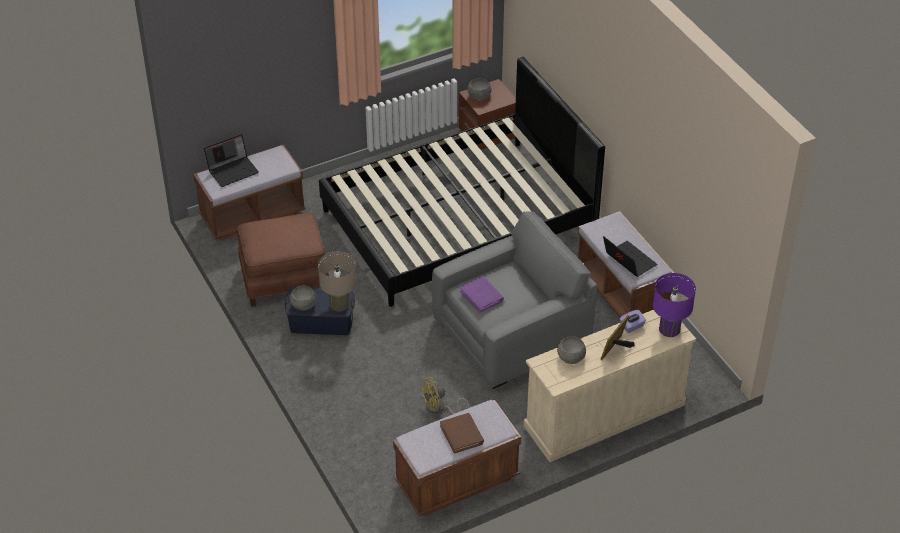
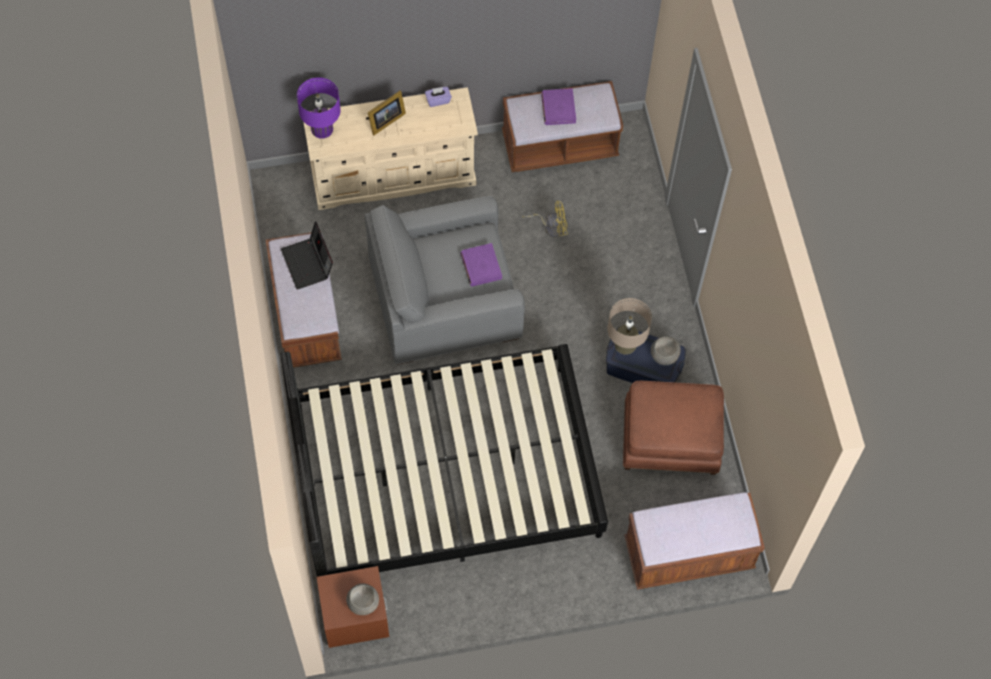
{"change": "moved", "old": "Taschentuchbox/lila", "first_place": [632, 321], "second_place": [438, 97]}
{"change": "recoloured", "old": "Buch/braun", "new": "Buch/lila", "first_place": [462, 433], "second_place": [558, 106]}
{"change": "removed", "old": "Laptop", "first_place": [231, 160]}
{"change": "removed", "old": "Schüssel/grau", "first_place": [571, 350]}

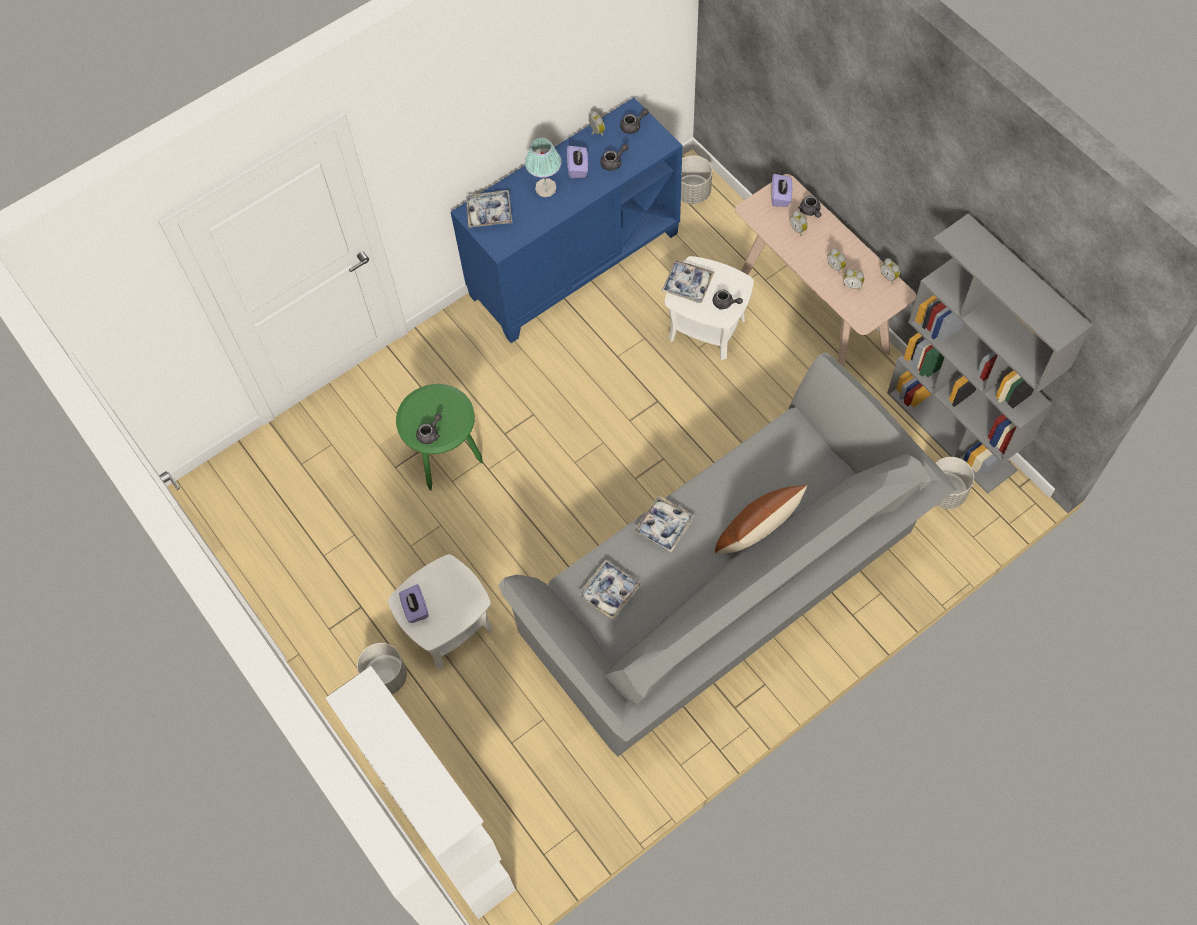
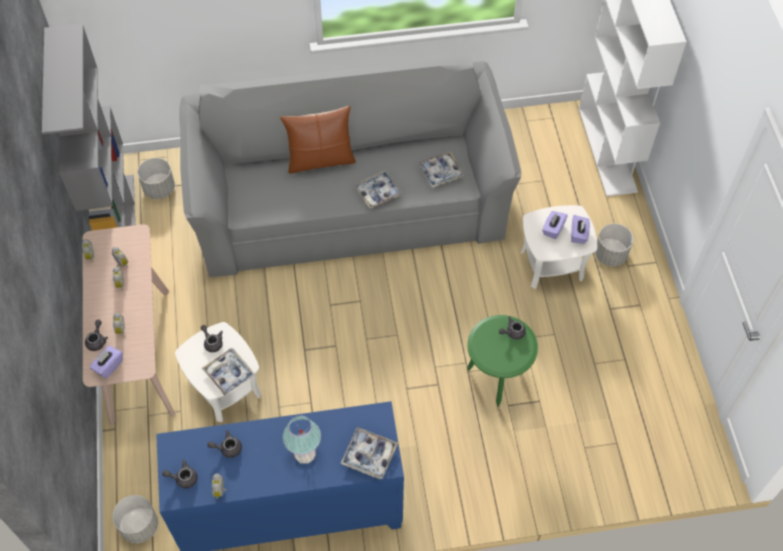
{"change": "moved", "old": "Taschentuchbox/lila", "first_place": [577, 162], "second_place": [555, 225]}

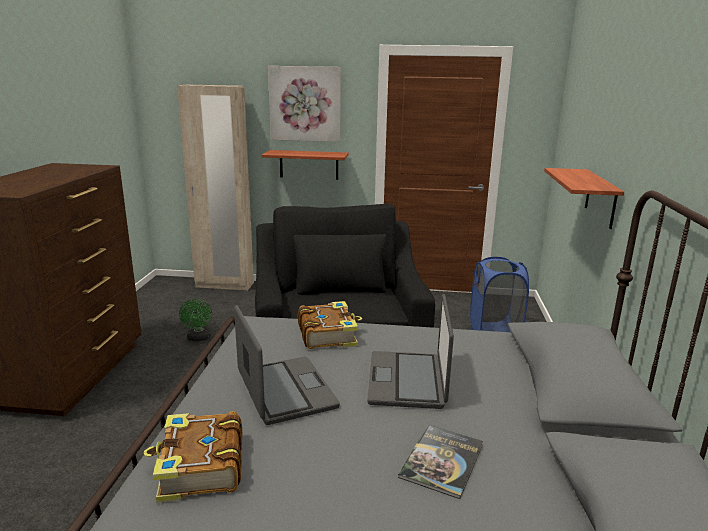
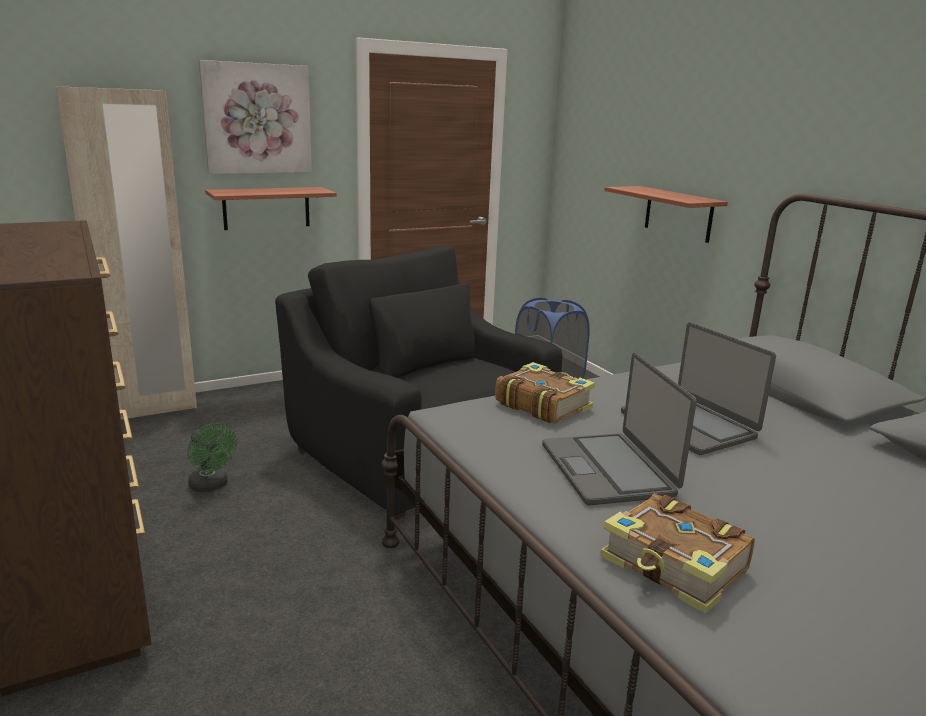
{"change": "turned", "old": "Laptop", "first_place": [287, 365], "second_place": [619, 429], "degrees": -135}
{"change": "removed", "old": "Buch", "first_place": [440, 462]}

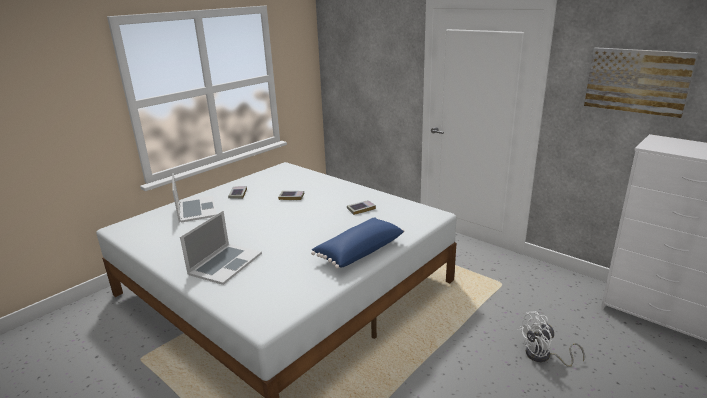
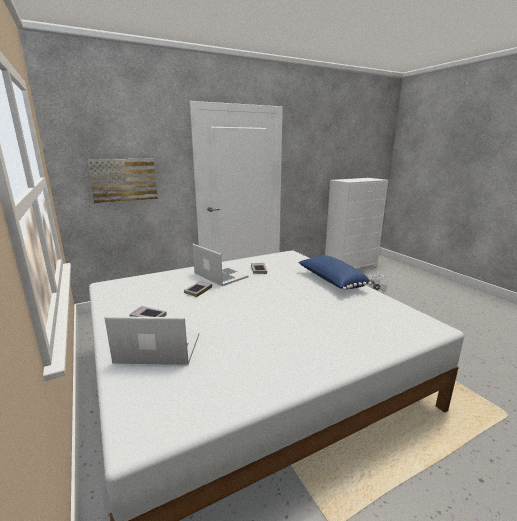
{"change": "moved", "old": "Bild", "first_place": [641, 82], "second_place": [122, 180]}
{"change": "moved", "old": "Laptop", "first_place": [221, 248], "second_place": [220, 265]}

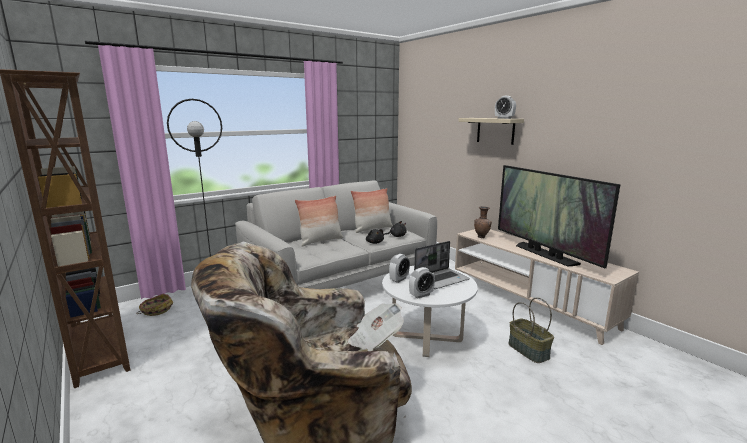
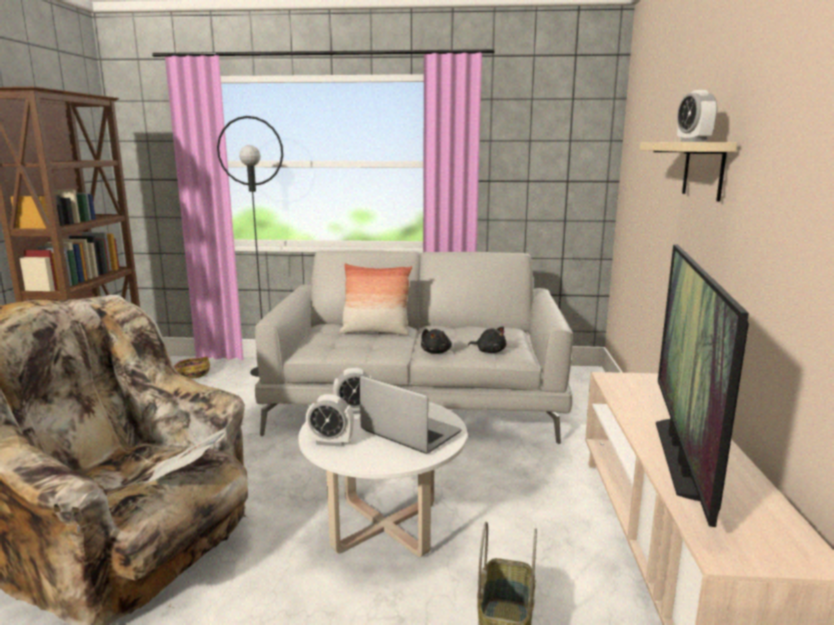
{"change": "turned", "old": "Laptop", "first_place": [442, 265], "second_place": [410, 414], "degrees": -150}
{"change": "removed", "old": "Kissen", "first_place": [371, 210]}
{"change": "removed", "old": "Vase/braun", "first_place": [483, 222]}

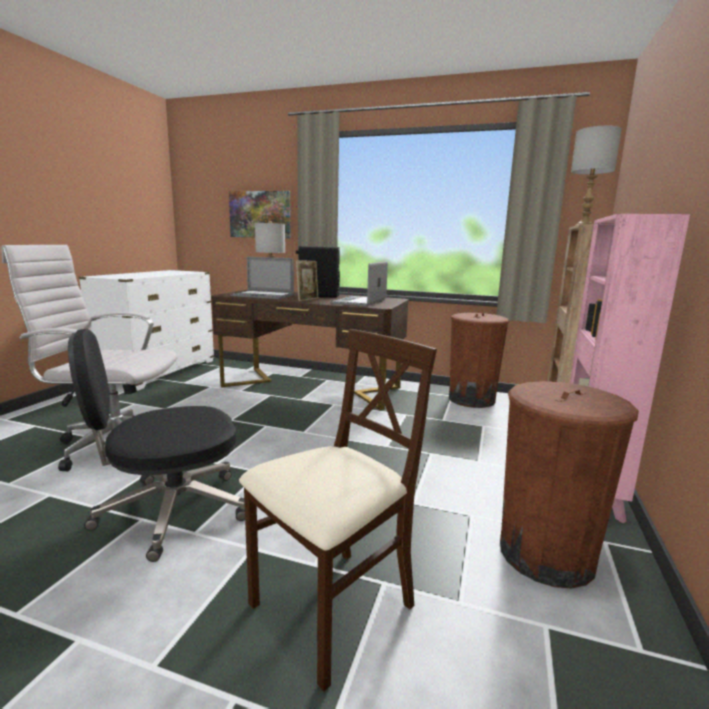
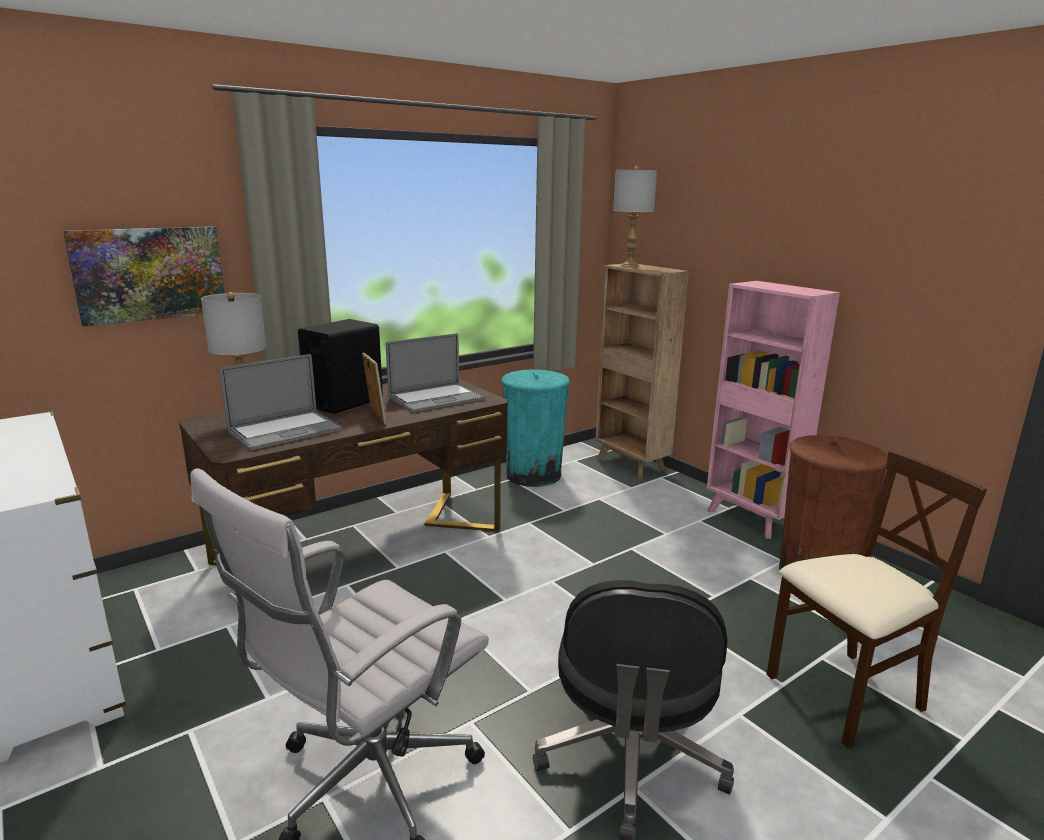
{"change": "turned", "old": "Laptop", "first_place": [359, 284], "second_place": [435, 373], "degrees": -90}
{"change": "recoloured", "old": "Mülleimer/braun", "new": "Mülleimer/türkis", "first_place": [479, 360], "second_place": [535, 428]}
{"change": "turned", "old": "Stuhl/beige", "first_place": [338, 510], "second_place": [876, 600], "degrees": 75}

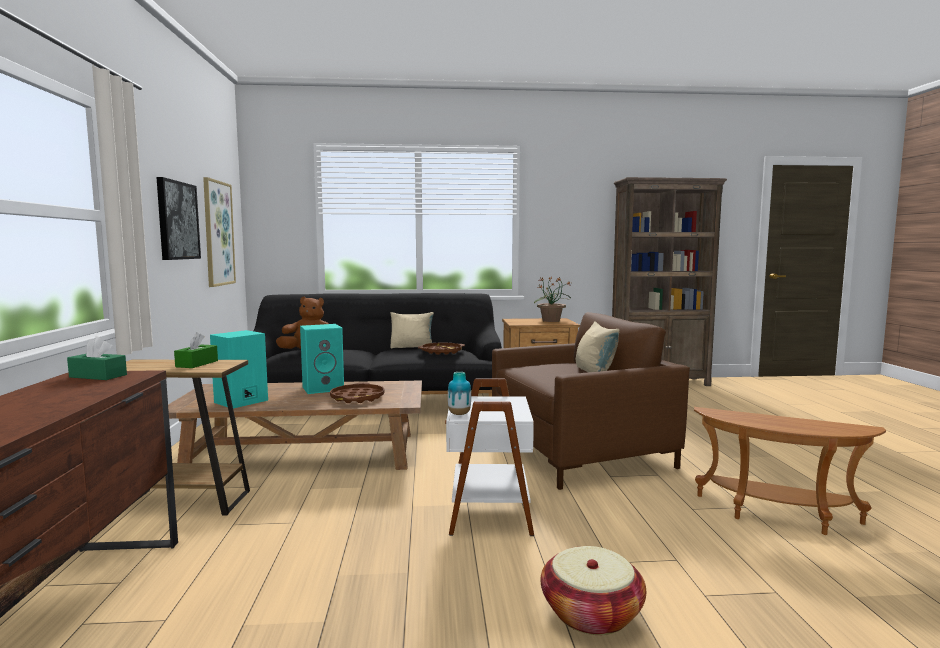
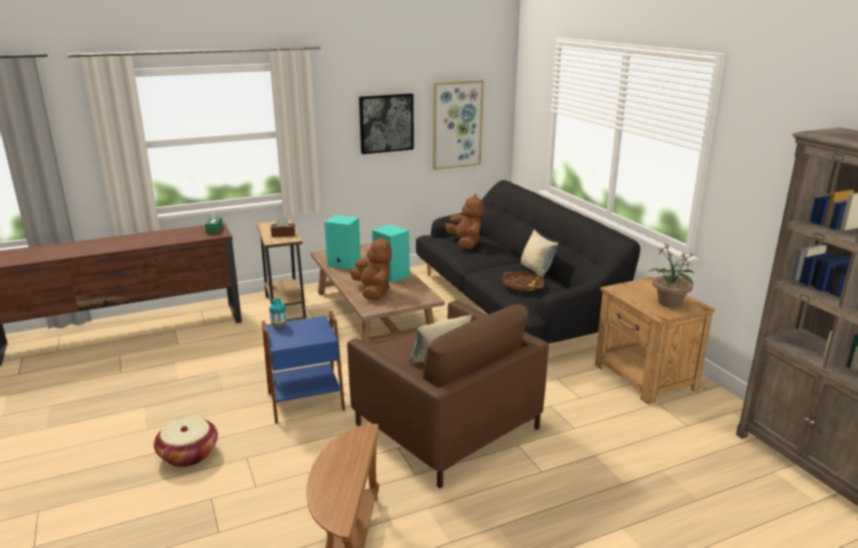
{"change": "recoloured", "old": "Beistelltisch/weiß", "new": "Beistelltisch/blau", "first_place": [489, 457], "second_place": [303, 367]}
{"change": "recoloured", "old": "Taschentuchbox/grün", "new": "Taschentuchbox/braun", "first_place": [196, 350], "second_place": [283, 227]}
{"change": "replaced", "old": "Tablett/braun", "new": "Plüschtier/braun", "first_place": [357, 393], "second_place": [371, 268]}

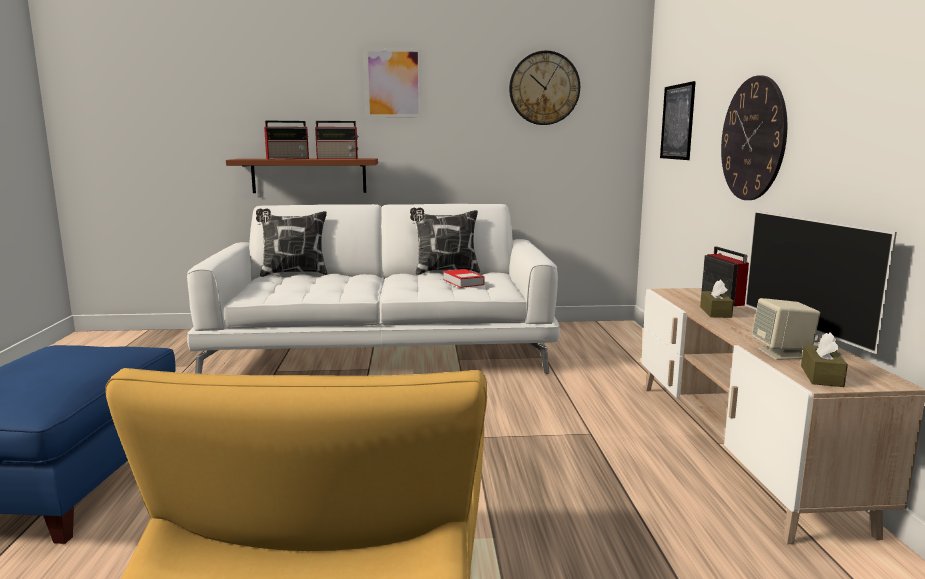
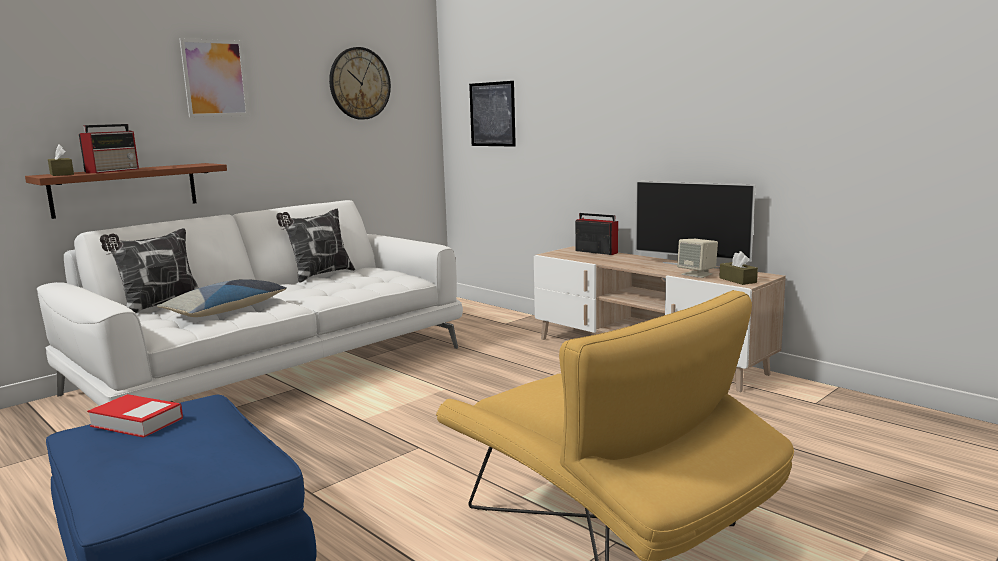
{"change": "moved", "old": "Taschentuchbox/braun", "first_place": [717, 299], "second_place": [61, 160]}
{"change": "moved", "old": "Buch", "first_place": [463, 278], "second_place": [135, 416]}
{"change": "added", "new": "Kissen", "second_place": [222, 298]}
{"change": "removed", "old": "Radio", "first_place": [337, 140]}
{"change": "removed", "old": "Wanduhr", "first_place": [754, 138]}

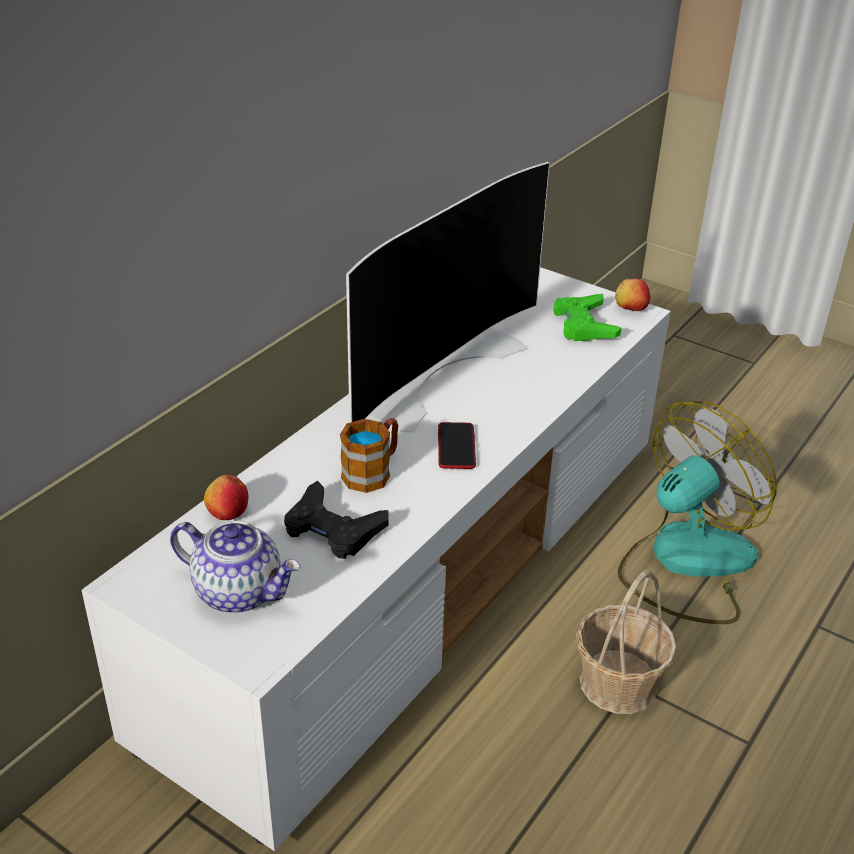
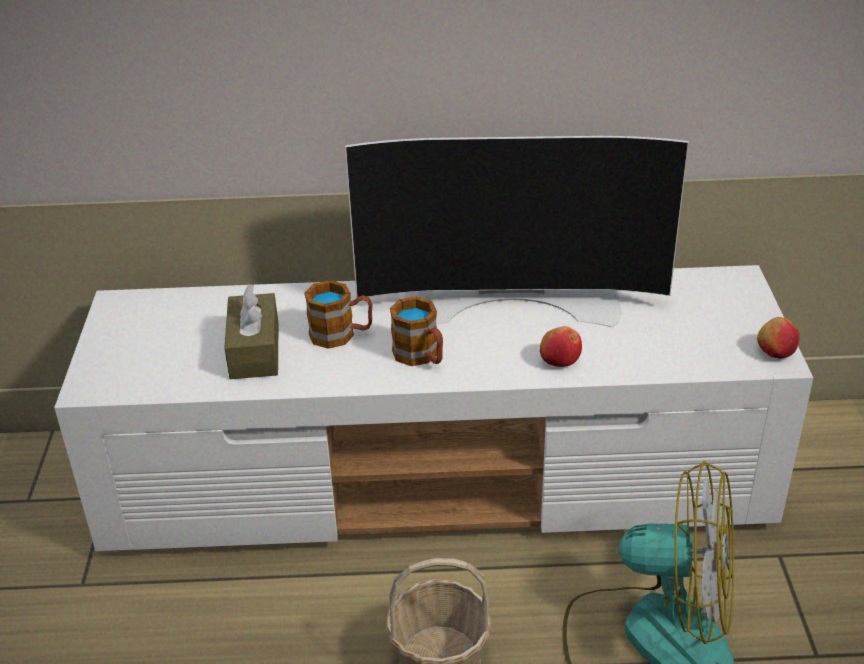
{"change": "replaced", "old": "Gamepad/schwarz", "new": "Taschentuchbox/braun", "first_place": [336, 520], "second_place": [251, 331]}
{"change": "replaced", "old": "Handy", "new": "Henkelbecher", "first_place": [457, 445], "second_place": [416, 331]}
{"change": "moved", "old": "Apfel", "first_place": [226, 497], "second_place": [561, 346]}
{"change": "removed", "old": "Teekanne", "first_place": [235, 567]}
{"change": "removed", "old": "Gamepad/grün", "first_place": [587, 317]}

